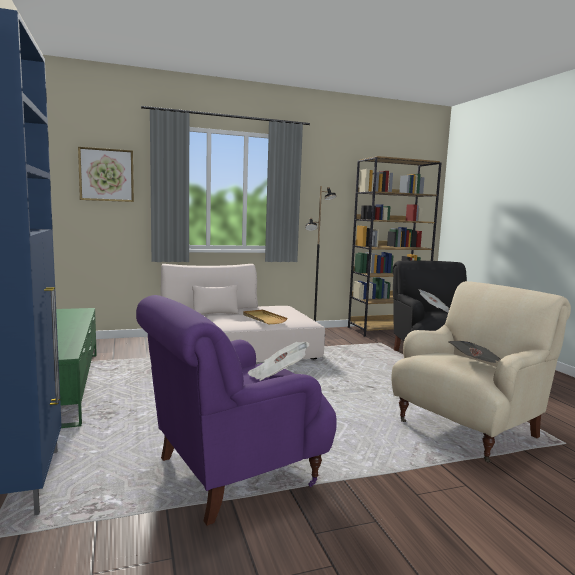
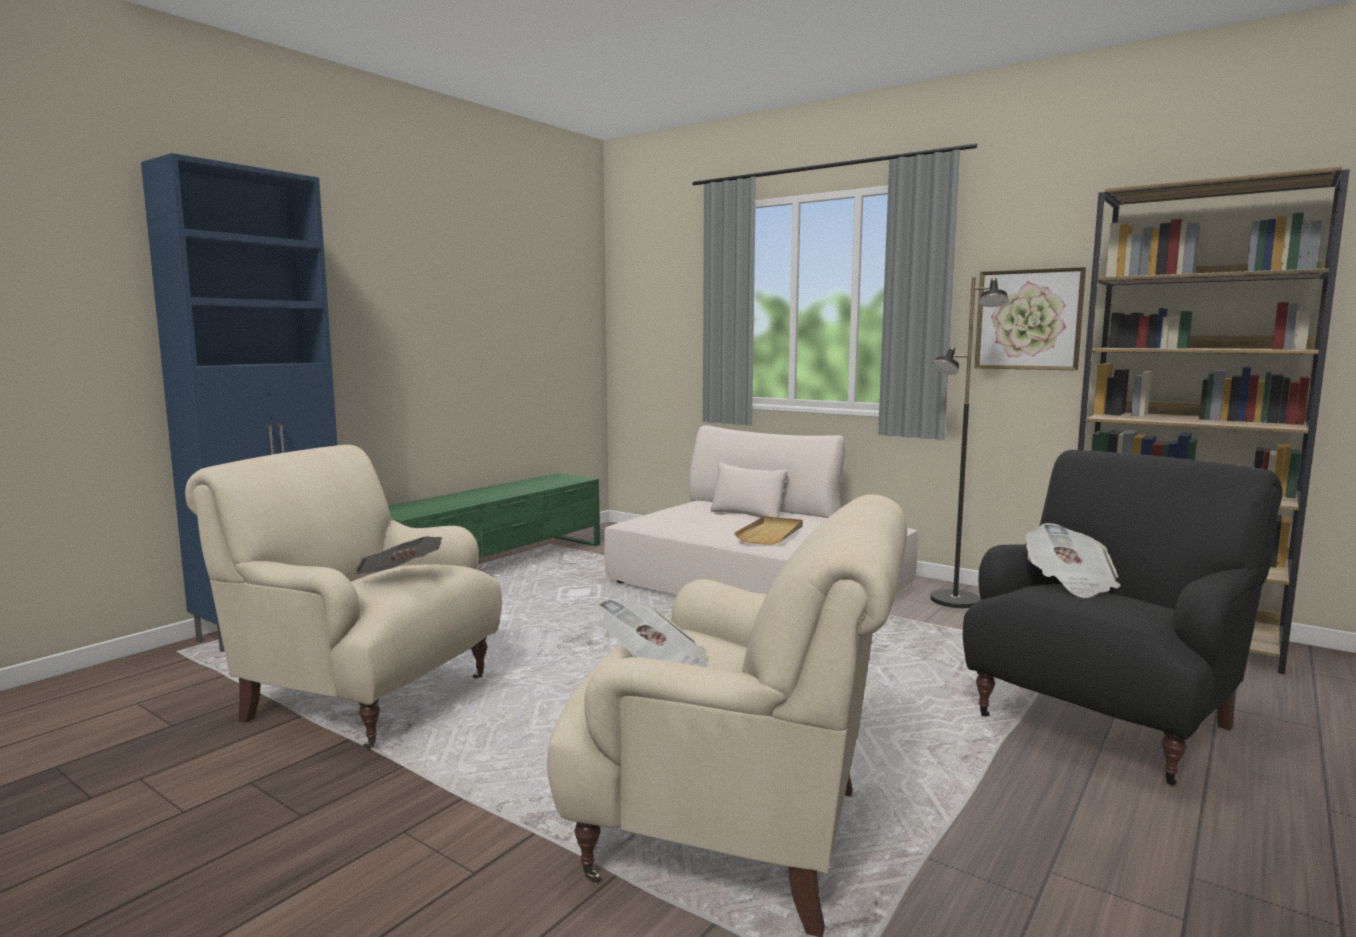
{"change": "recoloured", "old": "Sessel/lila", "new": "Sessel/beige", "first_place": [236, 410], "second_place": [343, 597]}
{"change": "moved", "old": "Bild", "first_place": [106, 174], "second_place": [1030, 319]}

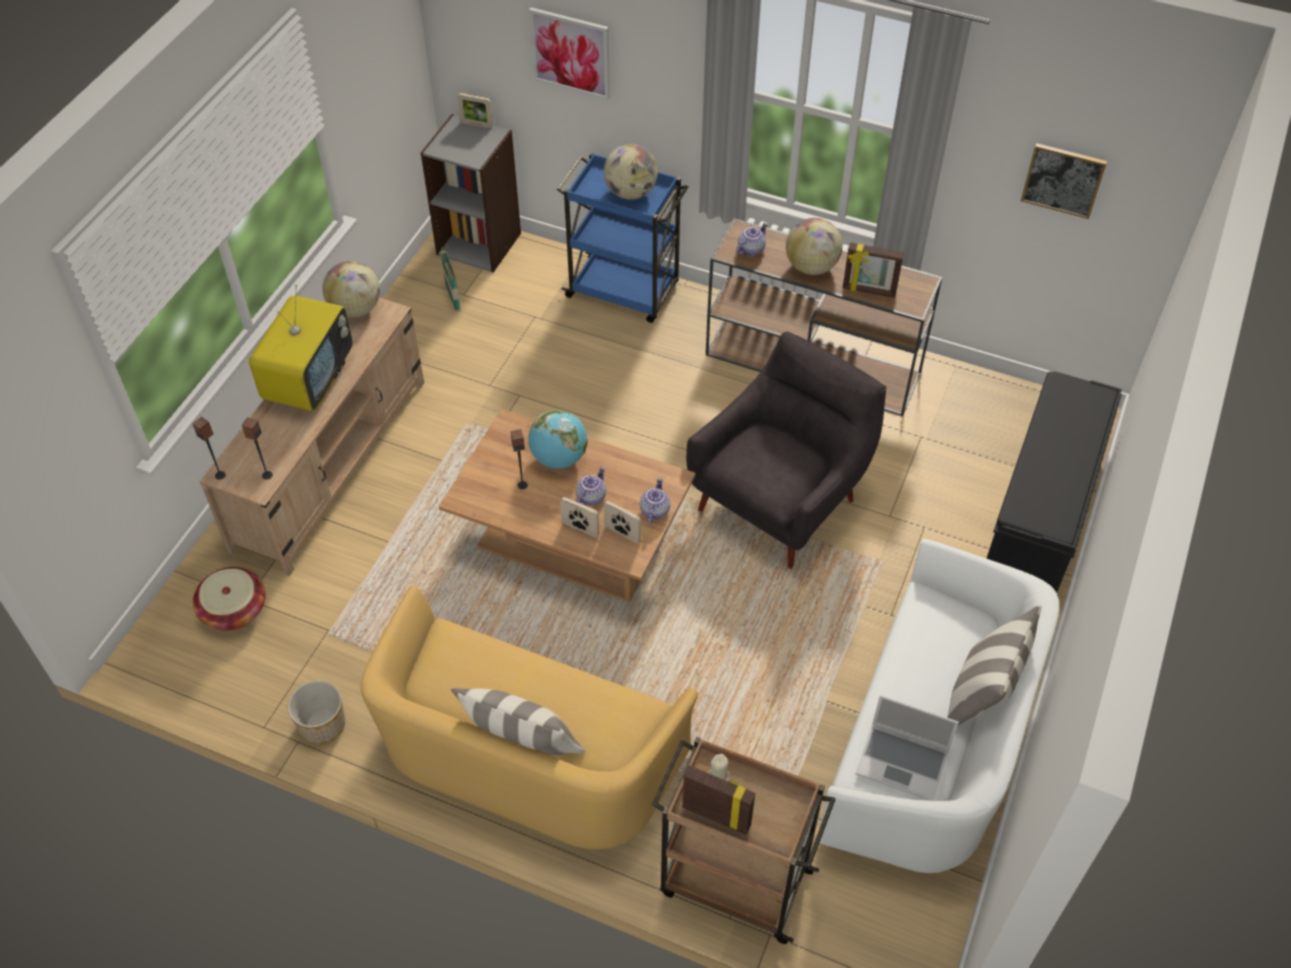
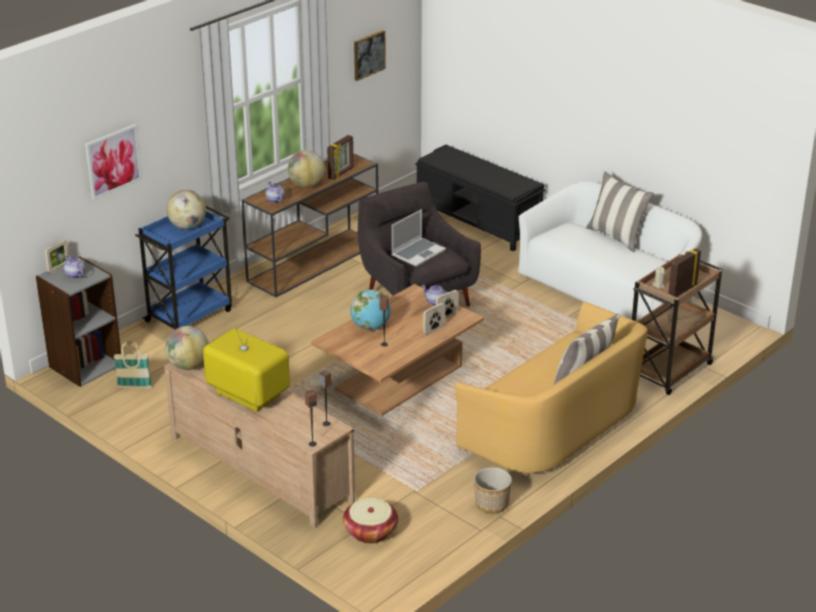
{"change": "moved", "old": "Teekanne", "first_place": [591, 486], "second_place": [74, 266]}
{"change": "moved", "old": "Laptop", "first_place": [907, 748], "second_place": [418, 238]}

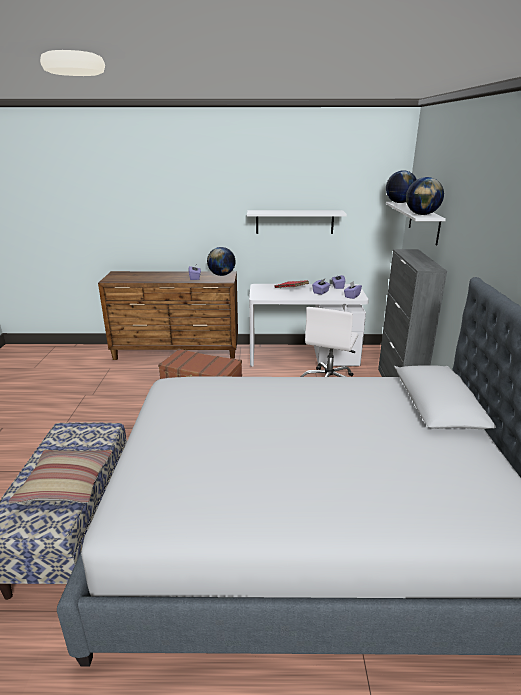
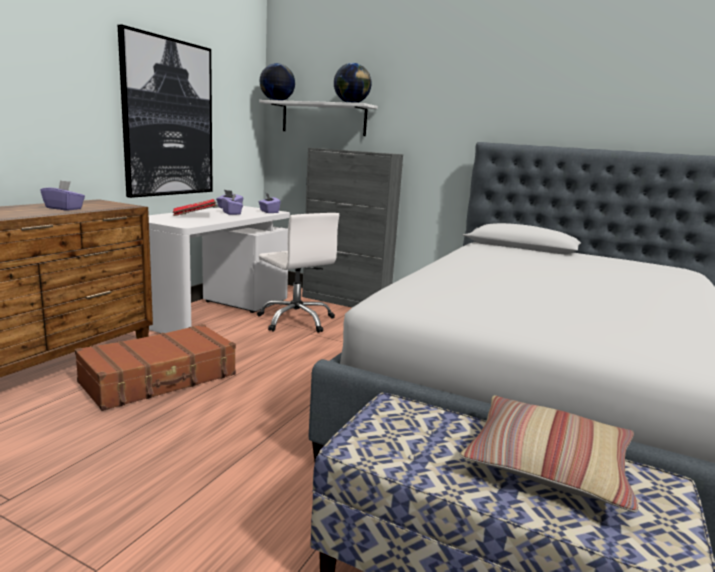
{"change": "replaced", "old": "Wandregal/weiß", "new": "Bild", "first_place": [297, 222], "second_place": [165, 111]}
{"change": "removed", "old": "Globus", "first_place": [221, 261]}

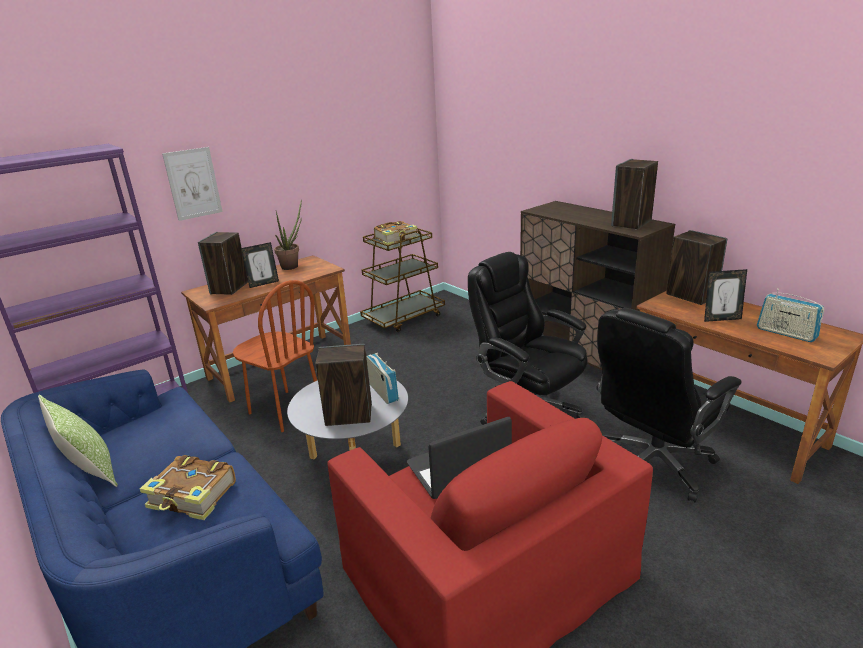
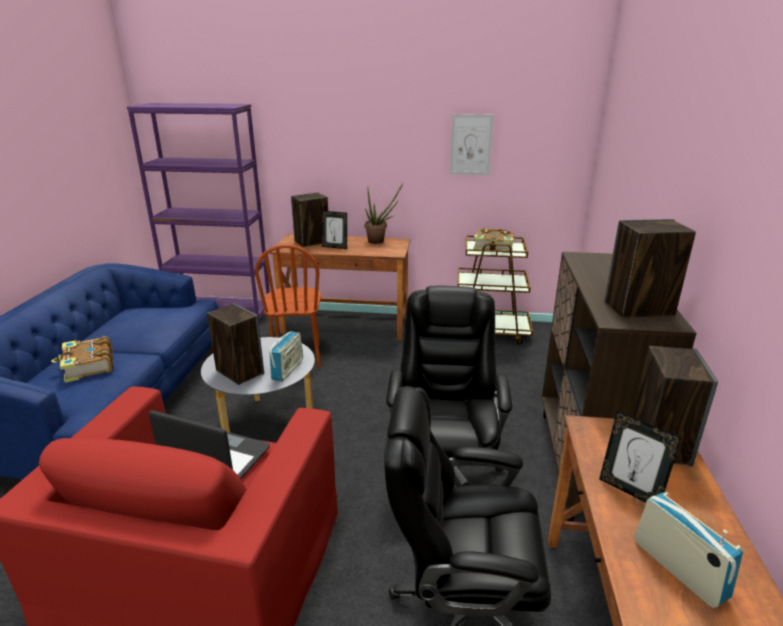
{"change": "moved", "old": "Bild", "first_place": [192, 184], "second_place": [472, 144]}
{"change": "turned", "old": "Radio", "first_place": [790, 315], "second_place": [688, 550], "degrees": 150}
{"change": "removed", "old": "Kissen", "first_place": [78, 441]}

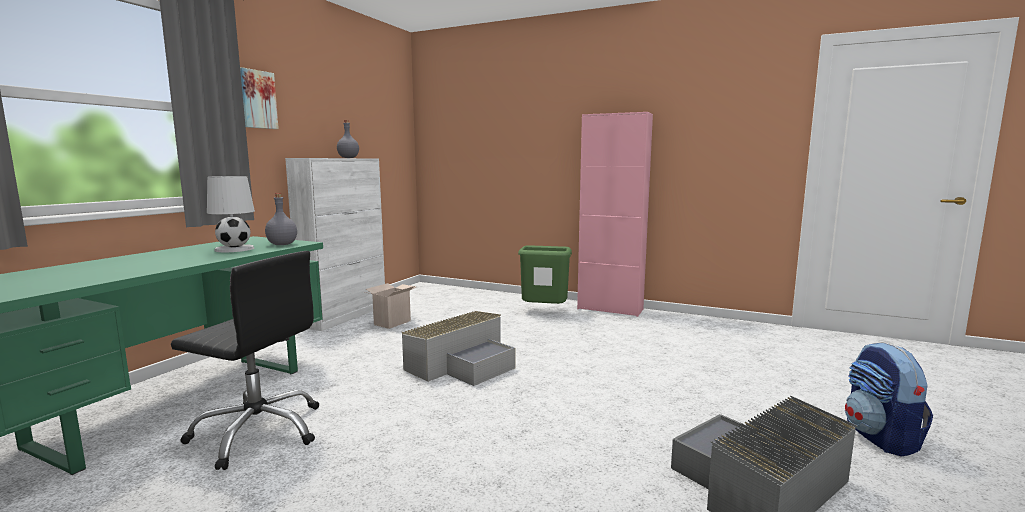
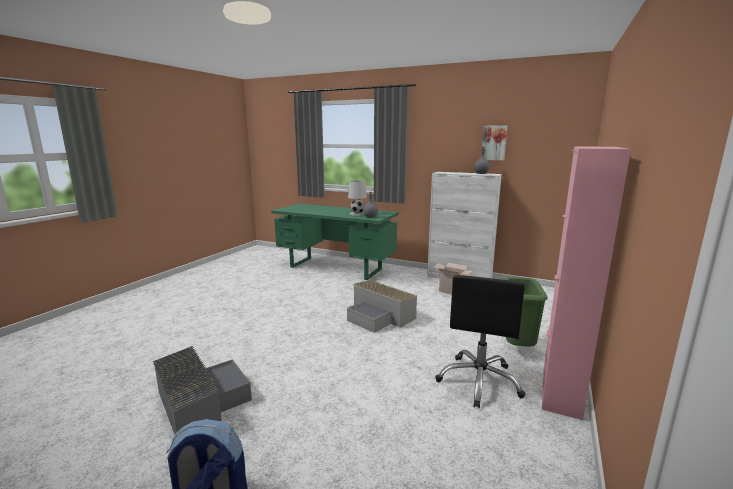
{"change": "moved", "old": "Bürostuhl/schwarz", "first_place": [245, 360], "second_place": [480, 341]}
{"change": "moved", "old": "Bild", "first_place": [259, 98], "second_place": [495, 143]}

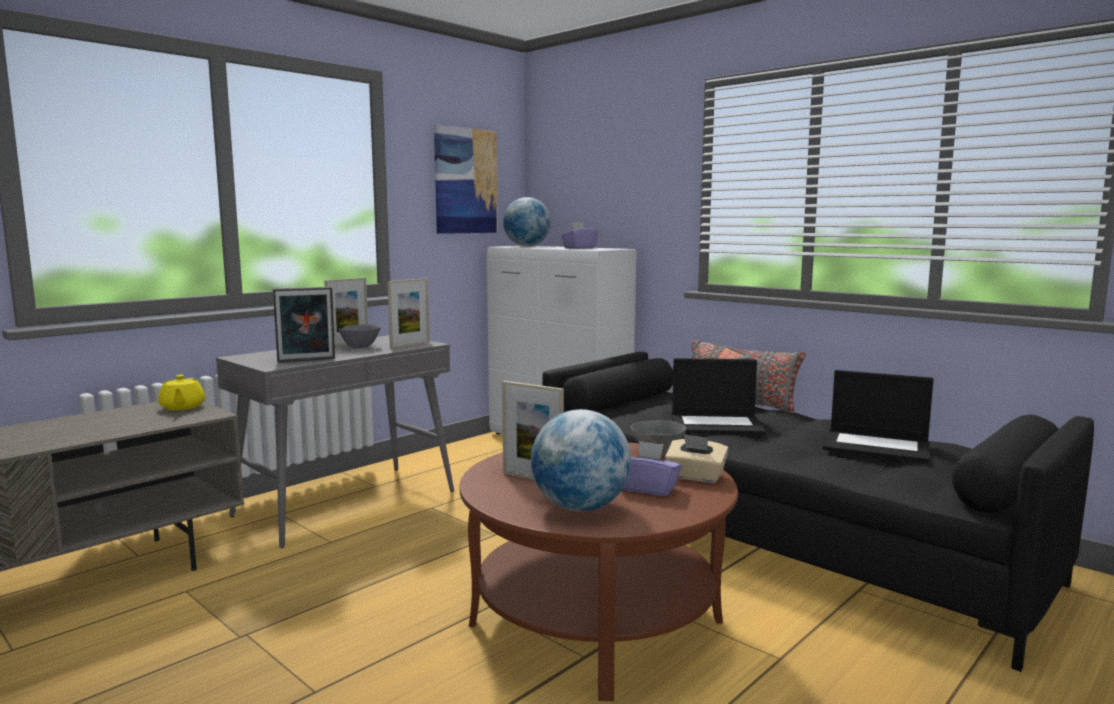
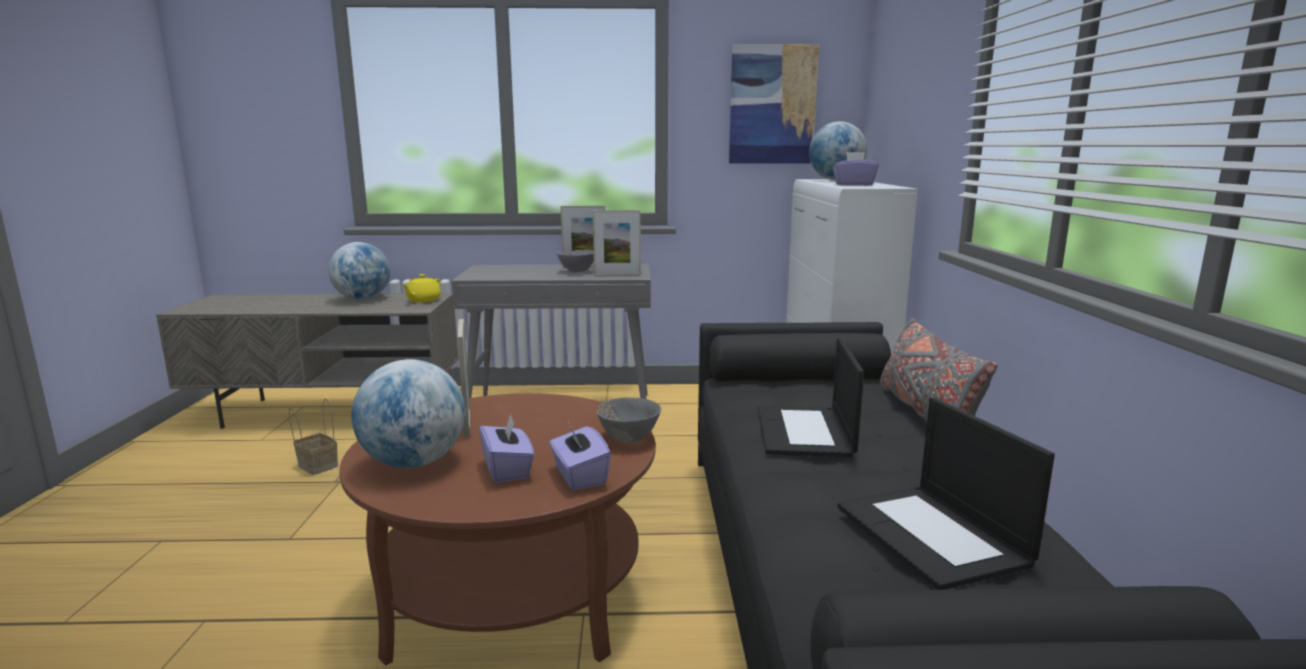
{"change": "added", "new": "Korb", "second_place": [313, 436]}
{"change": "added", "new": "Globus", "second_place": [359, 271]}
{"change": "recoloured", "old": "Taschentuchbox/beige", "new": "Taschentuchbox/lila", "first_place": [697, 458], "second_place": [580, 456]}
{"change": "turned", "old": "Laptop", "first_place": [719, 396], "second_place": [811, 397], "degrees": 45}
{"change": "removed", "old": "Bilderrahmen", "first_place": [304, 325]}

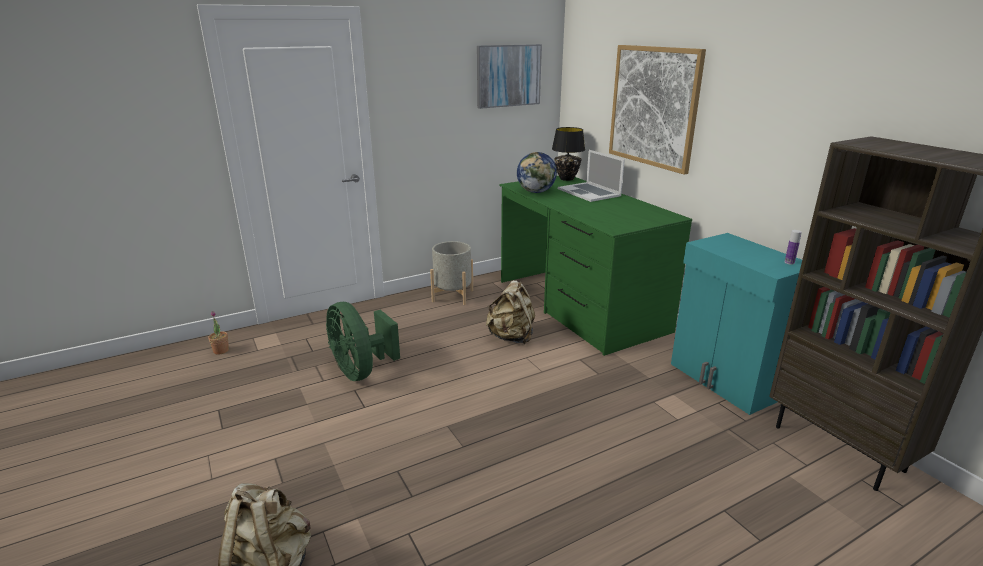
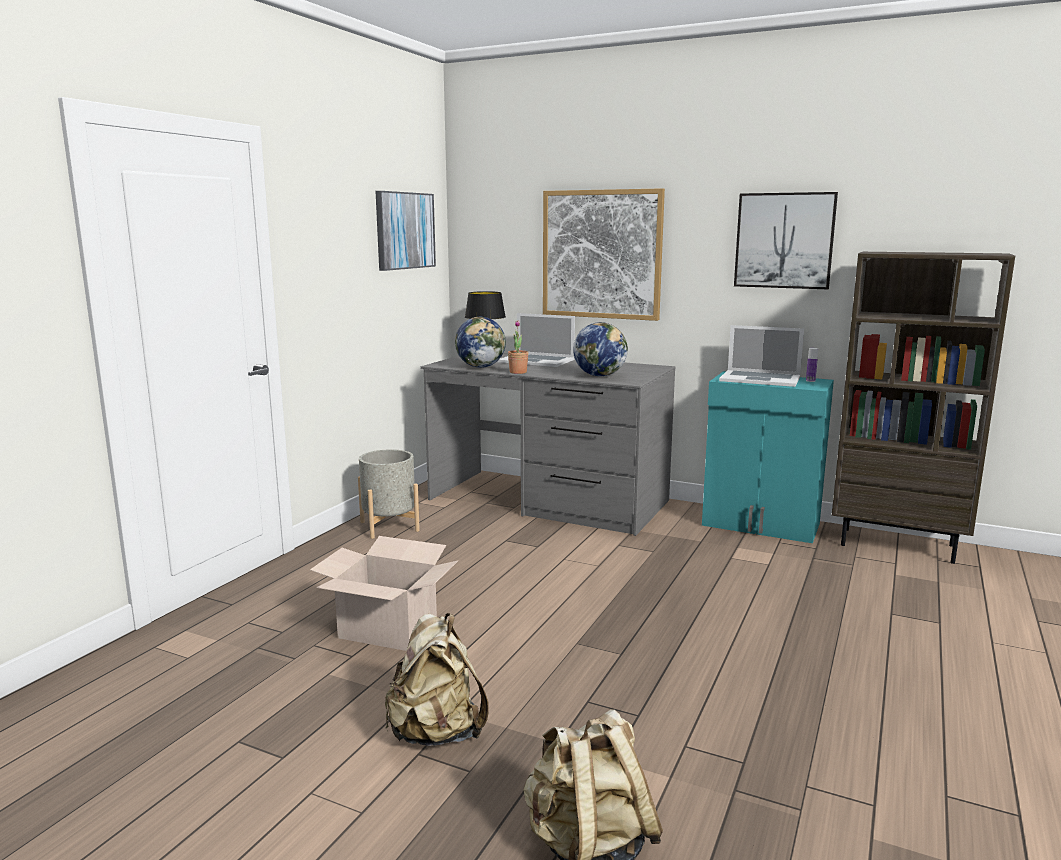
{"change": "replaced", "old": "Ventilator/grün", "new": "Karton", "first_place": [363, 341], "second_place": [384, 593]}
{"change": "moved", "old": "Rucksack/beige", "first_place": [510, 312], "second_place": [437, 679]}
{"change": "recoloured", "old": "Schreibtisch/grün", "new": "Schreibtisch/grau", "first_place": [595, 266], "second_place": [548, 444]}
{"change": "moved", "old": "Topfpflanze", "first_place": [218, 333], "second_place": [518, 347]}
{"change": "added", "new": "Globus", "second_place": [600, 349]}
{"change": "added", "new": "Laptop", "second_place": [761, 356]}
{"change": "added", "new": "Bild", "second_place": [786, 240]}

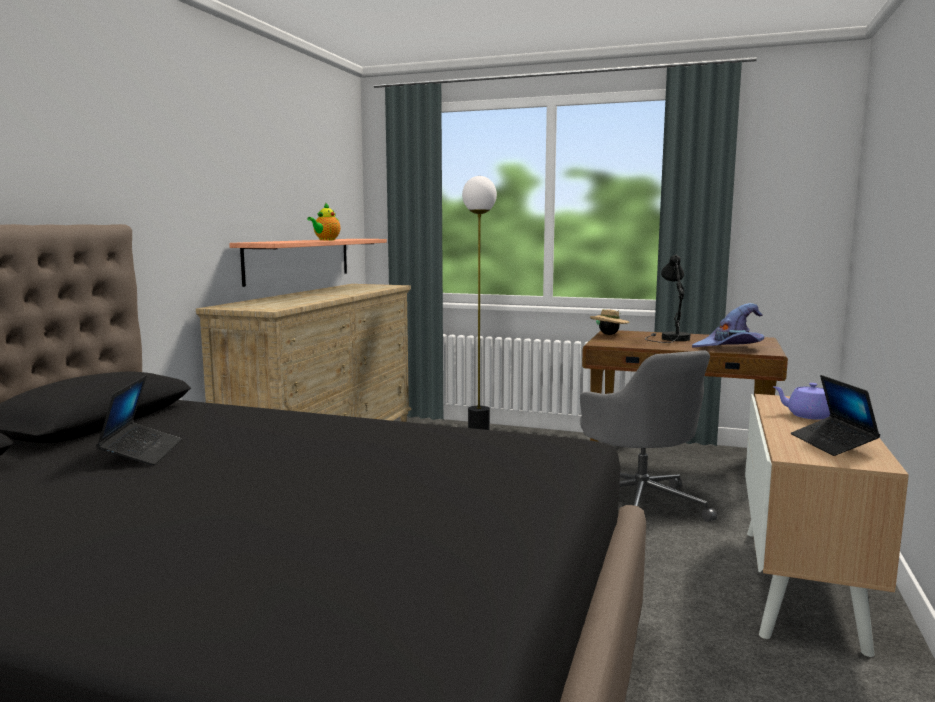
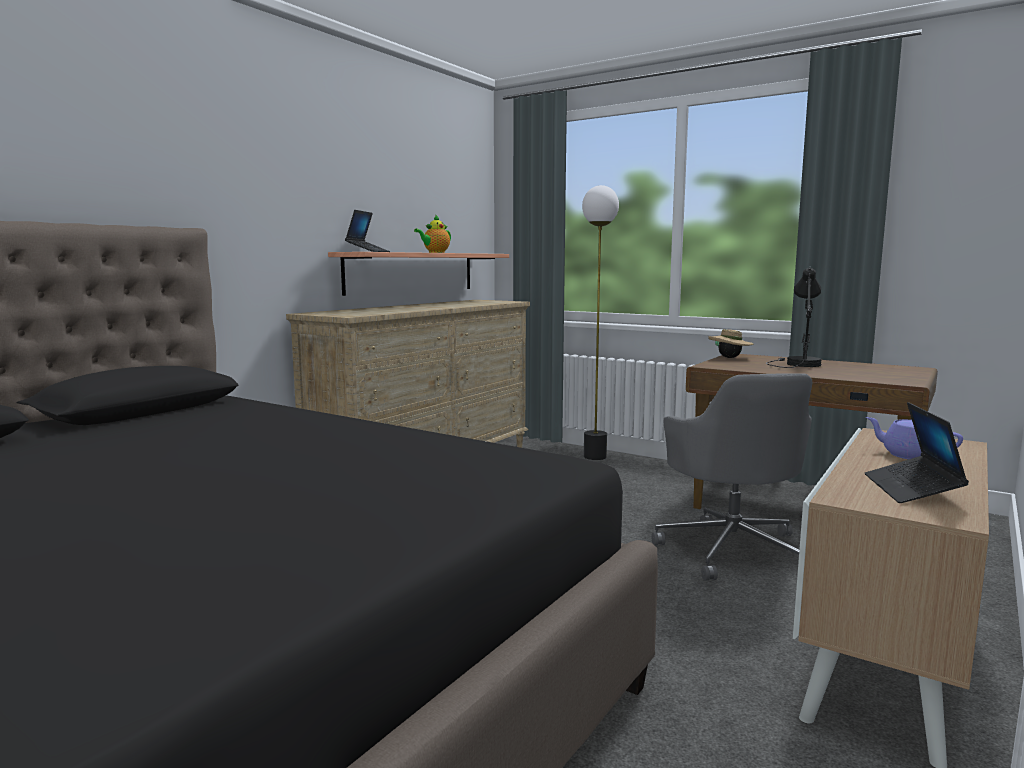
{"change": "moved", "old": "Laptop", "first_place": [139, 420], "second_place": [367, 231]}
{"change": "removed", "old": "Hut/lila", "first_place": [728, 325]}

